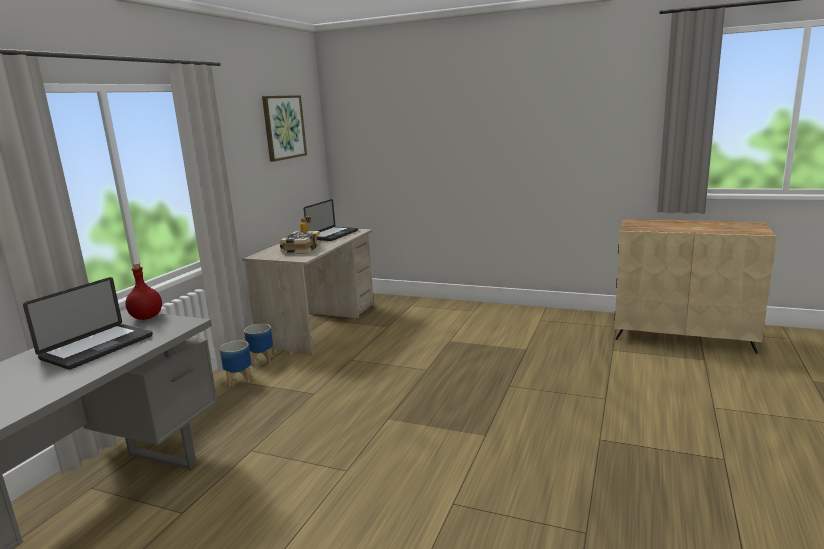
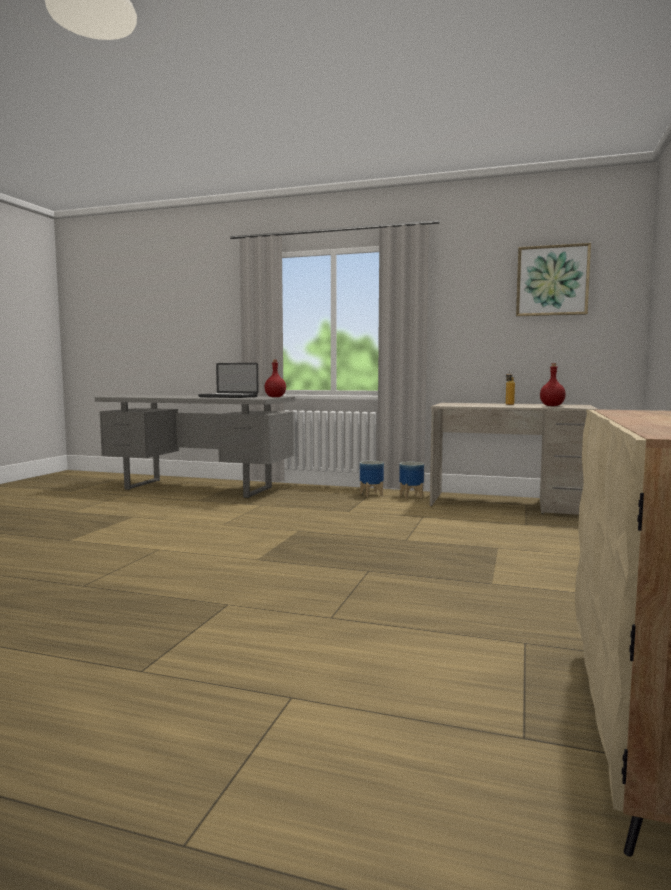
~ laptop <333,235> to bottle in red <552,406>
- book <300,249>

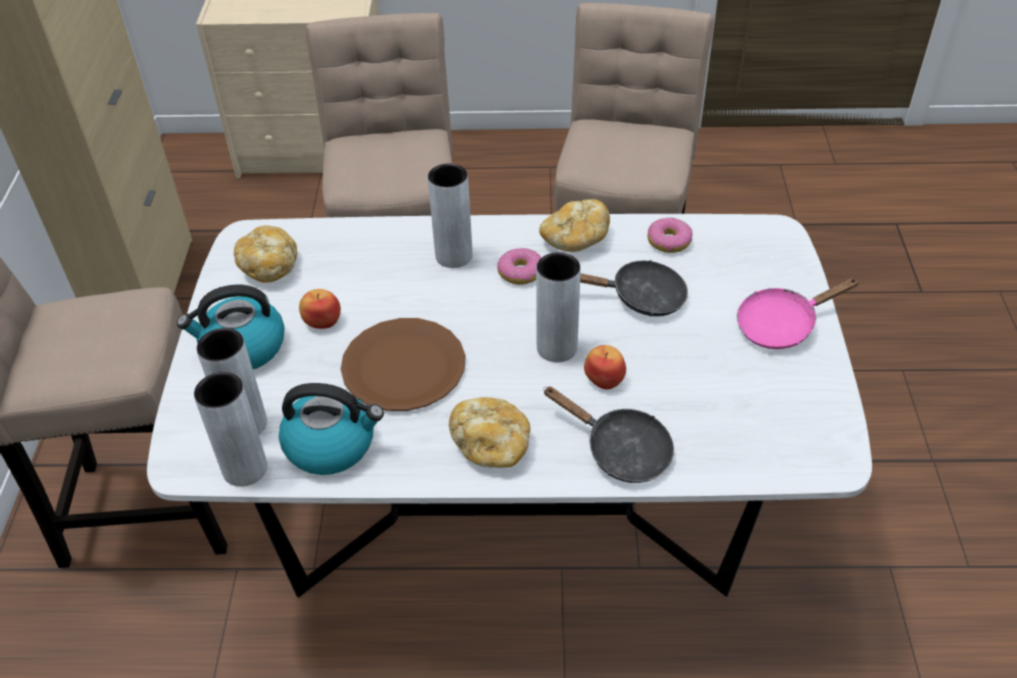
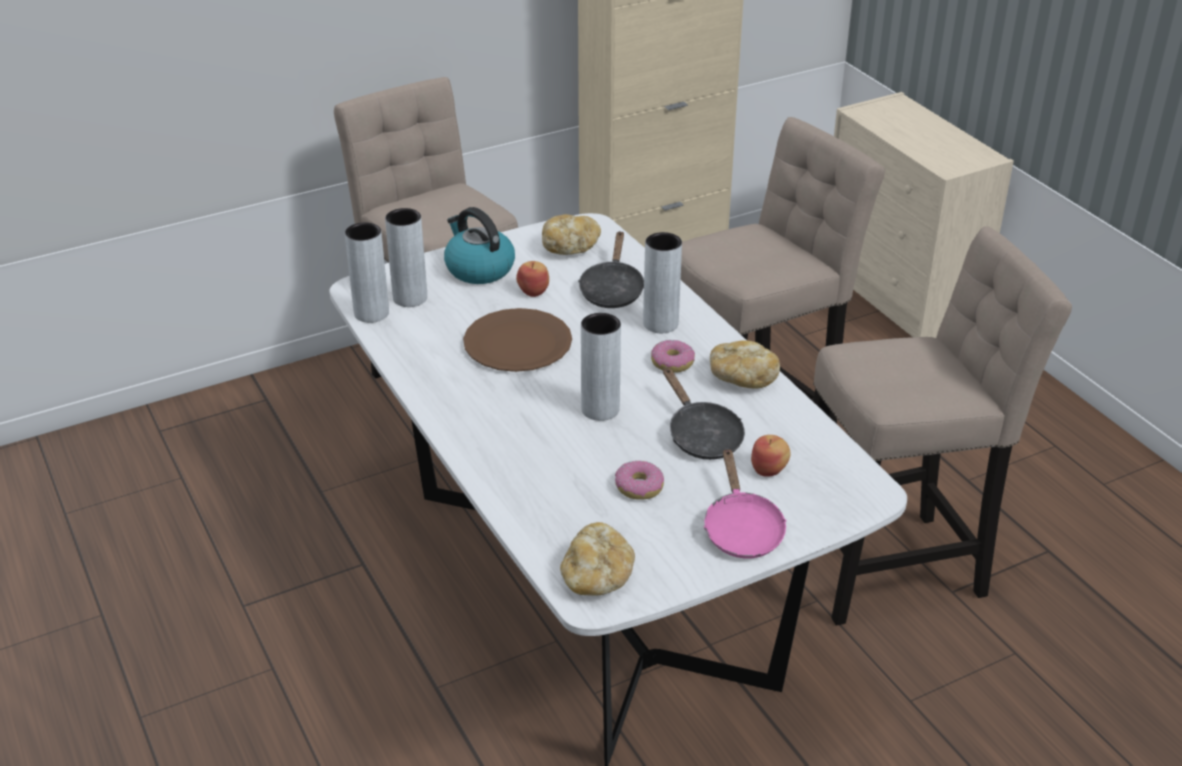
~ donut <668,241> to <639,487>
~ frying pan in pink <782,324> = <741,529> 135 degrees counterclockwise
~ apple <604,378> to <769,469>
- kettle <332,444>
~ frying pan in black <620,450> to <612,289>
~ bread <491,445> to <597,577>

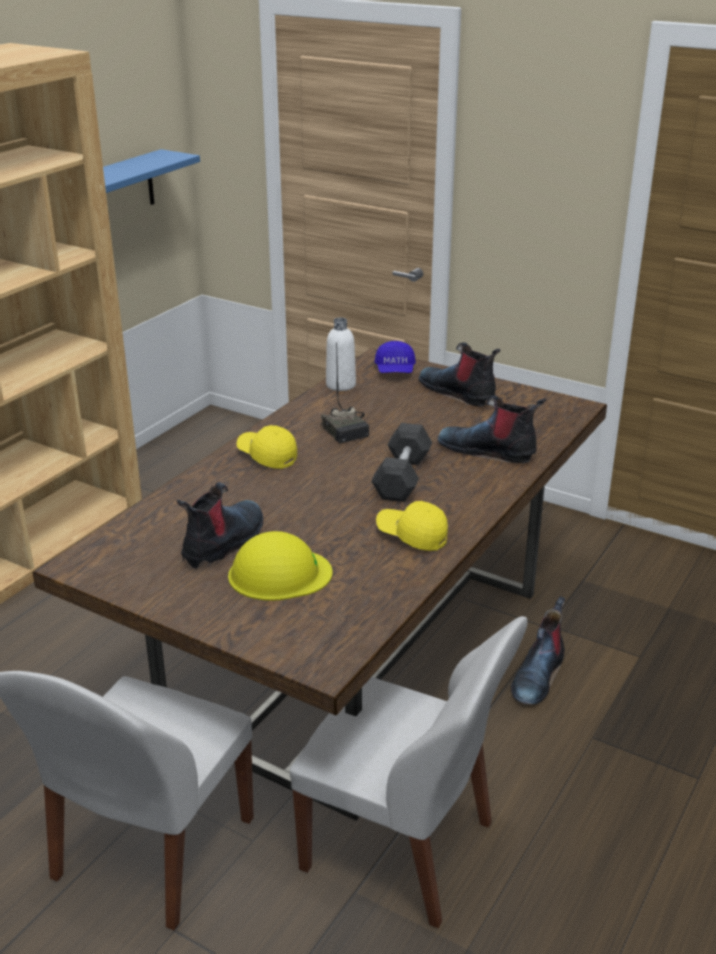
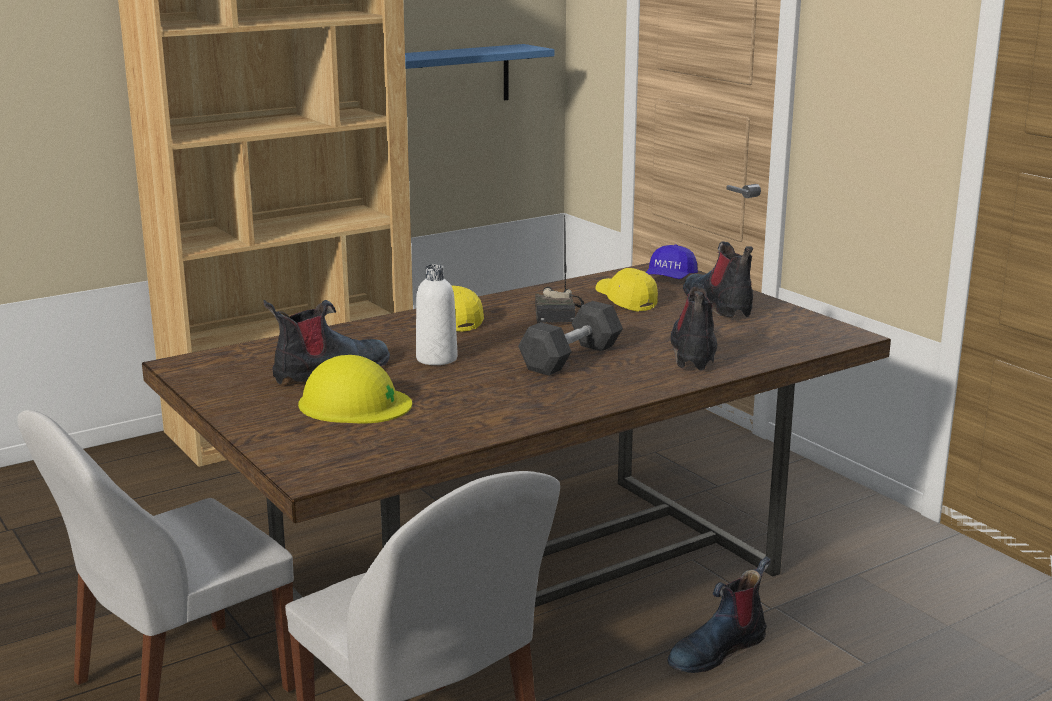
~ bottle in white <340,385> to <436,359>
~ boot <488,451> = <694,353> 45 degrees clockwise
~ cap in yellow <412,536> to <625,302>

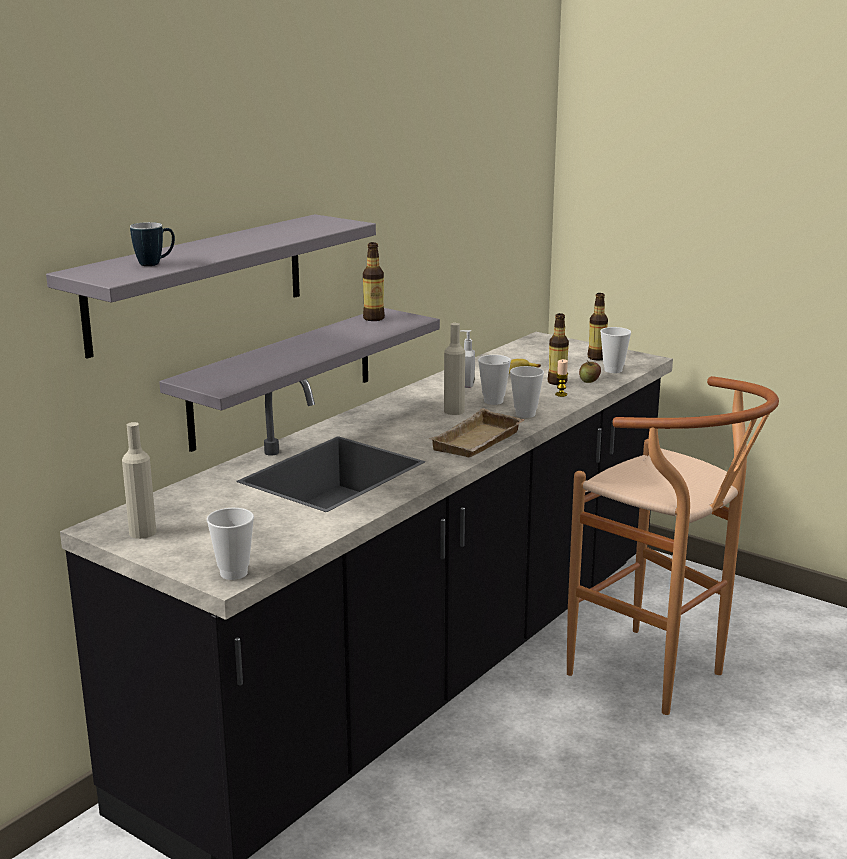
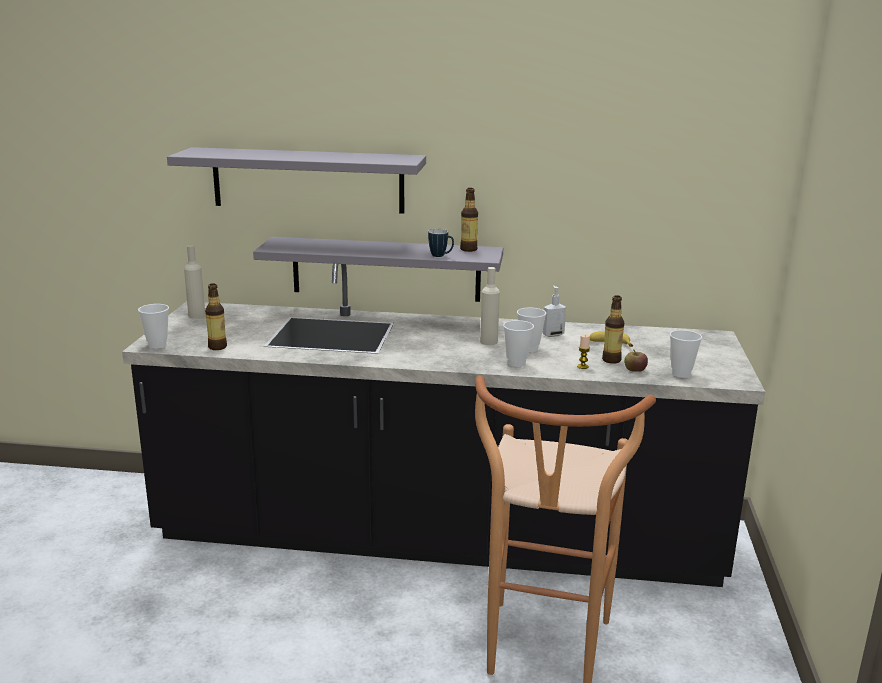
~ mug <155,264> to <441,256>
~ bottle <596,357> to <217,347>
- tray in beige <479,442>

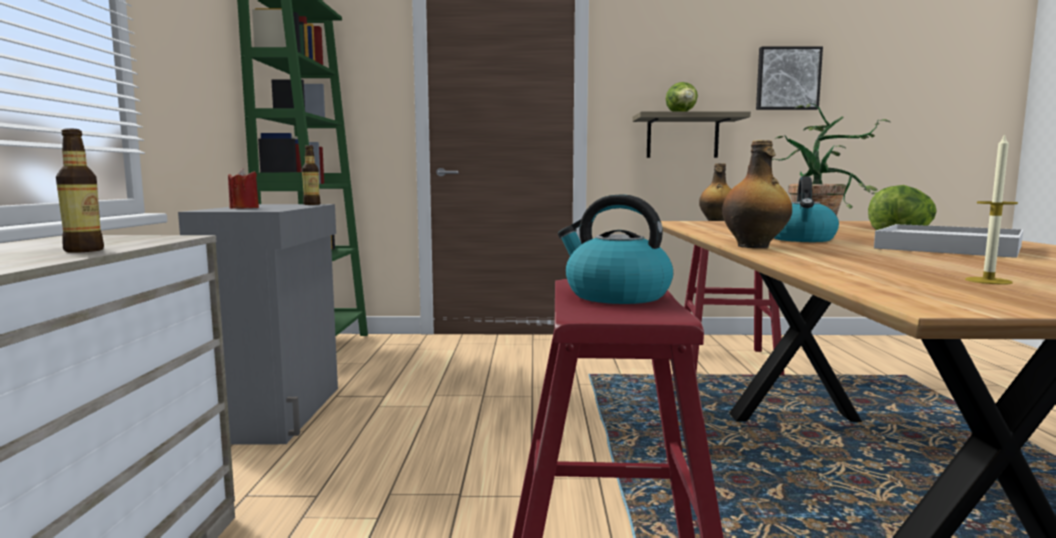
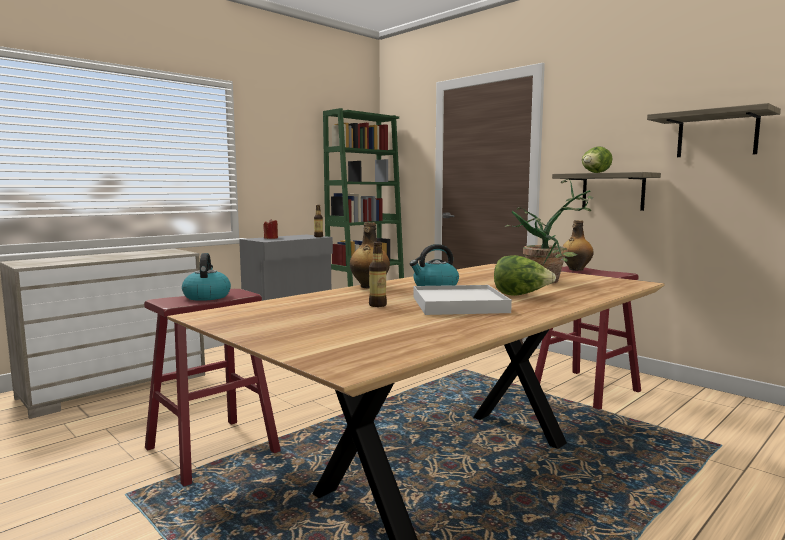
~ picture <787,79> to shelf <717,135>
~ bottle <84,250> to <377,305>
- candle <988,281>

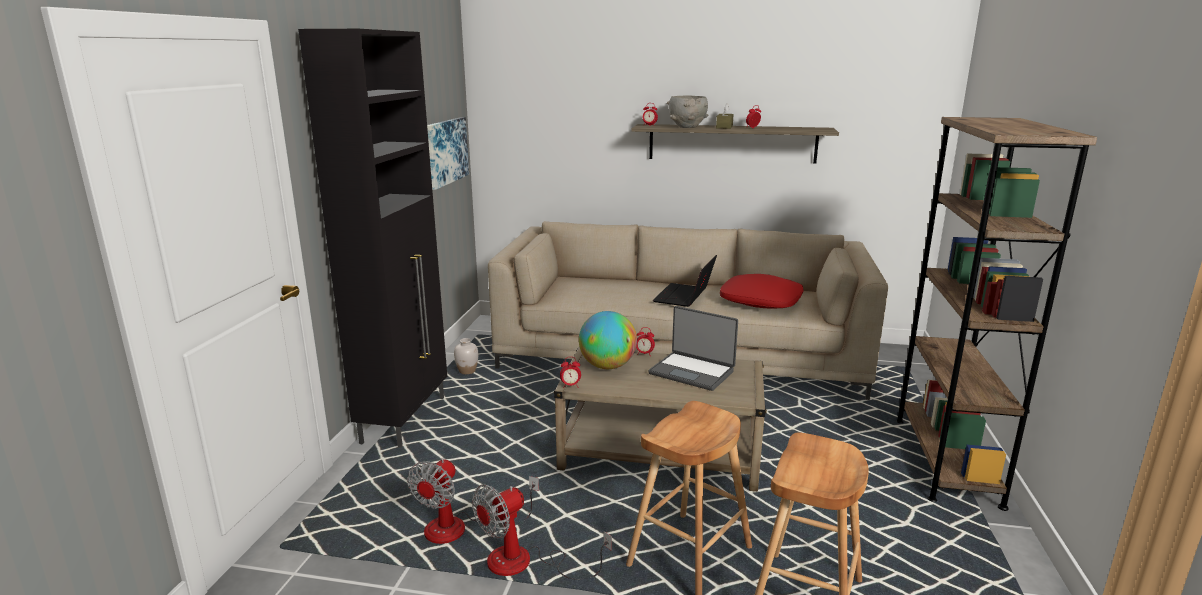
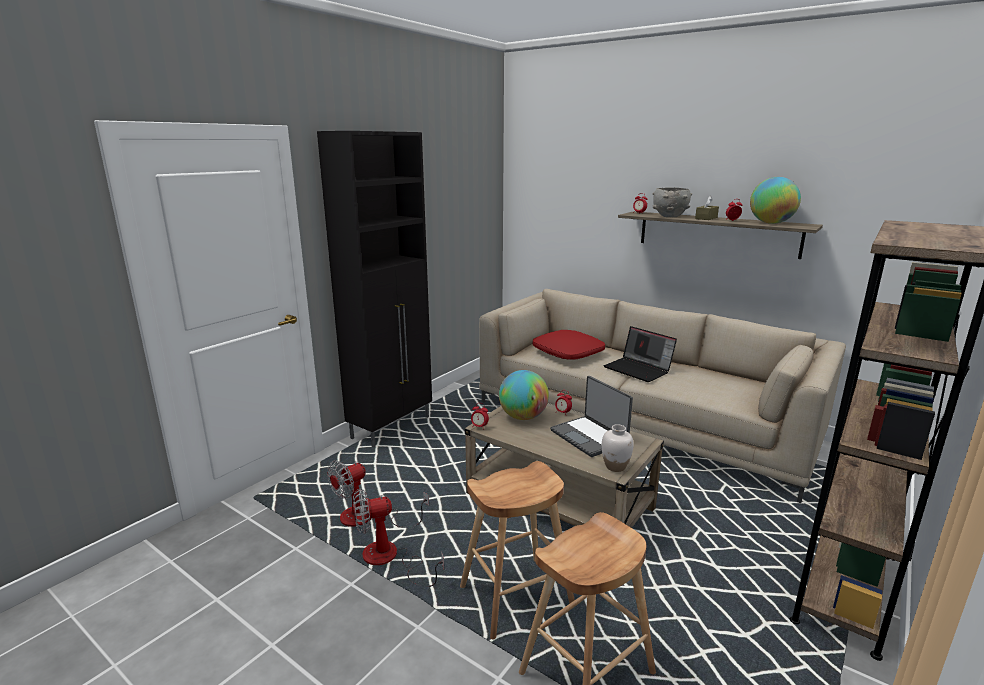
- picture <445,151>
~ laptop <685,297> = <639,369> 90 degrees counterclockwise
~ pillow in red <761,301> to <568,353>
~ vase in white <467,371> to <615,466>
+ globe <771,223>

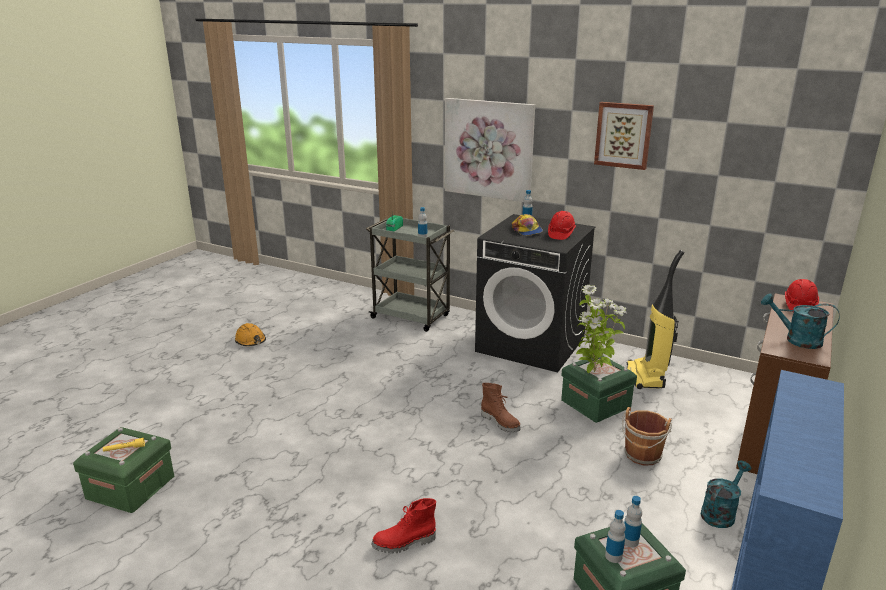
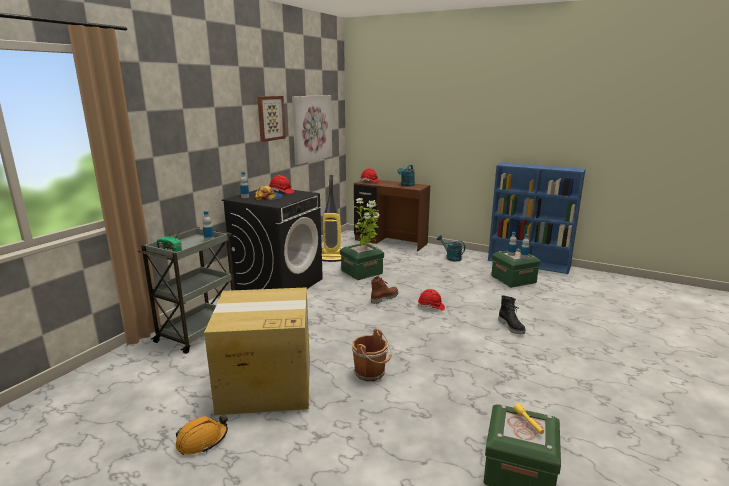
~ picture <488,149> to <312,128>
~ bucket in brown <642,456> to <371,373>
~ boot in red <404,543> to boot in black <511,327>
+ cardboard box <265,384>
+ hard hat in red <431,307>

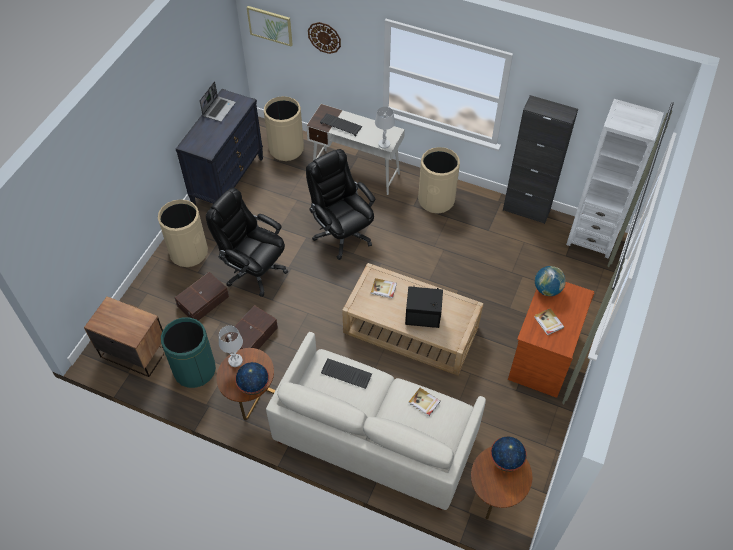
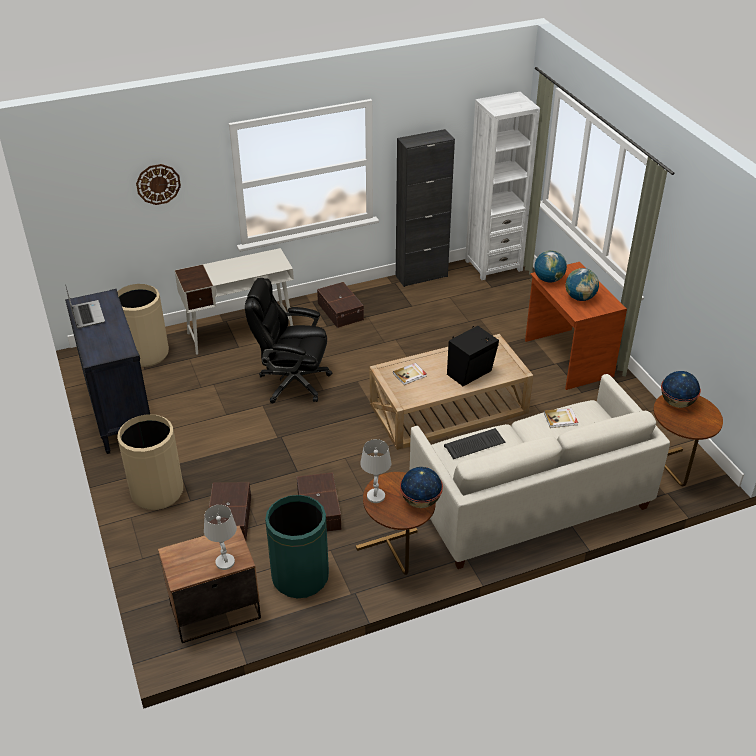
- picture <270,25>
~ table lamp in white <384,144> to <225,562>
- keyboard <341,125>
~ trash can in beige <436,200> to storage box in brown <341,311>
- office chair in black <254,270>
~ book <548,322> to globe <580,298>

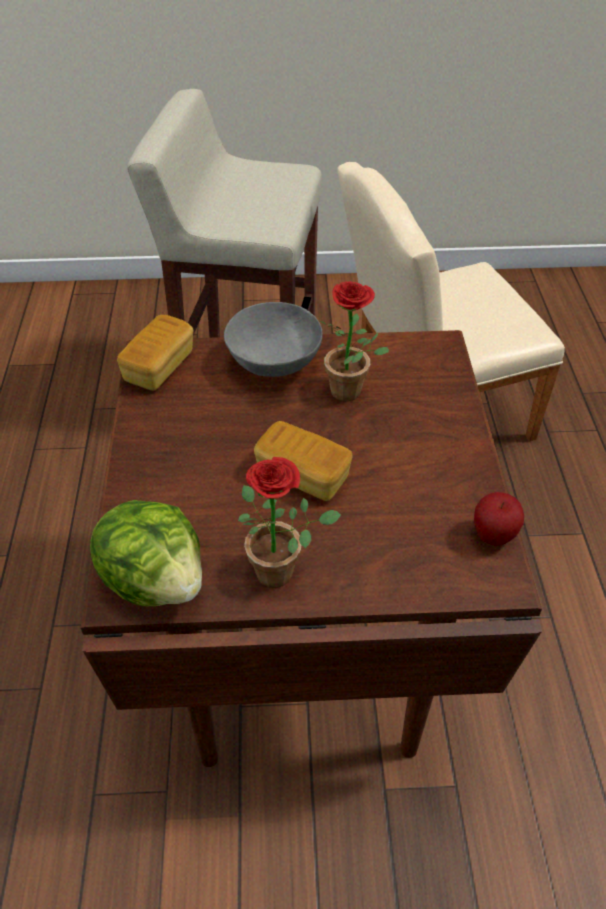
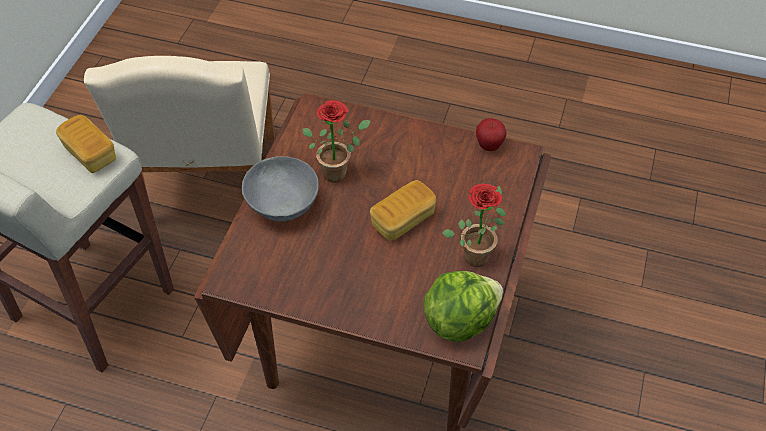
~ bread <159,367> to <90,153>

